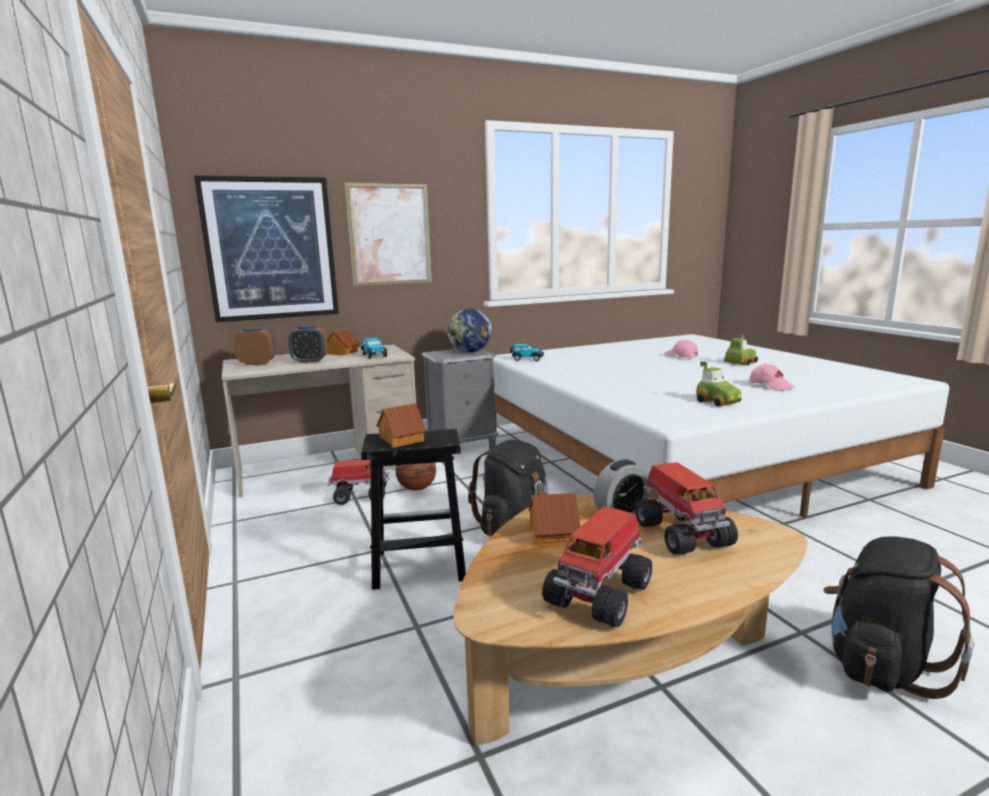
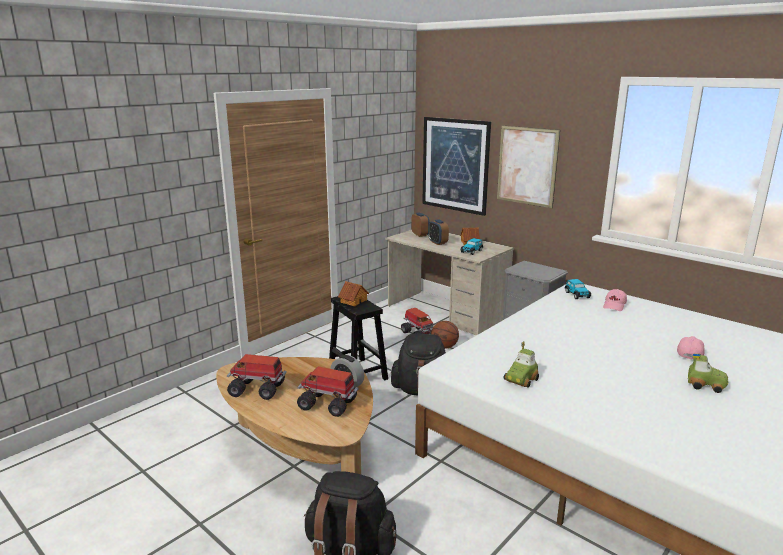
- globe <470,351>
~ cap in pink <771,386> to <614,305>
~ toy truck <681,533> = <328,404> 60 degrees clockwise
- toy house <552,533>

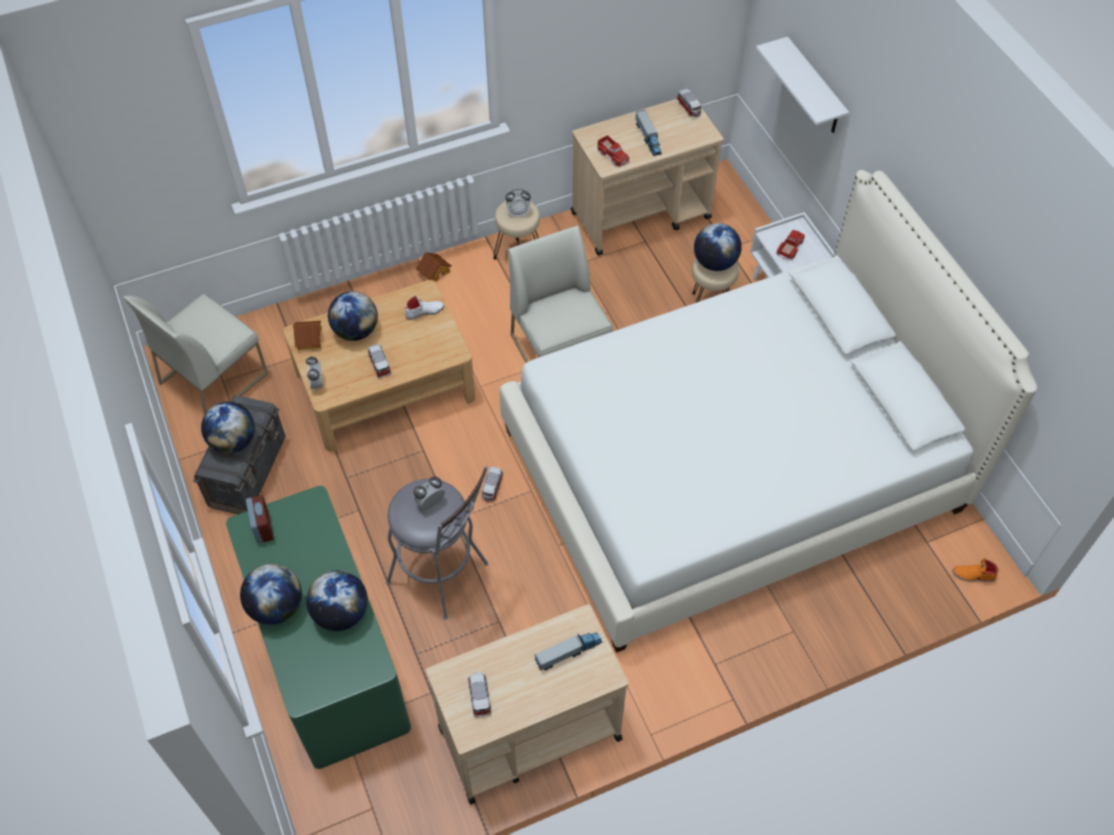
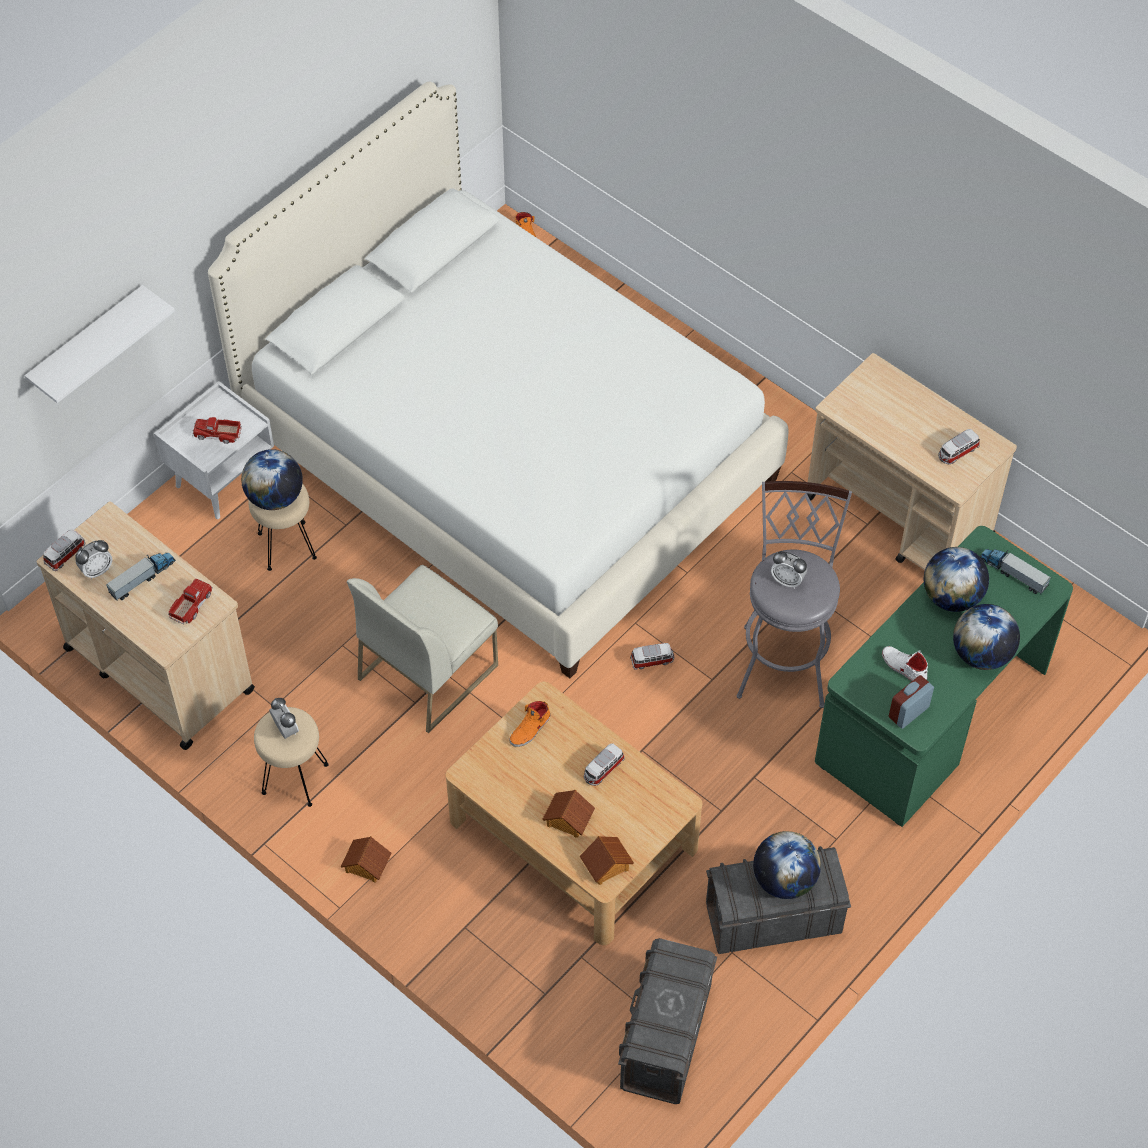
~ globe <356,331> to toy house <568,819>
~ chair in white <214,377> to storage box in grey <665,1038>
~ shoe in white <424,311> to <903,667>
~ alarm clock <317,383> to <97,570>
~ toy truck <568,652> to <1013,573>
+ shoe in orange <530,729>

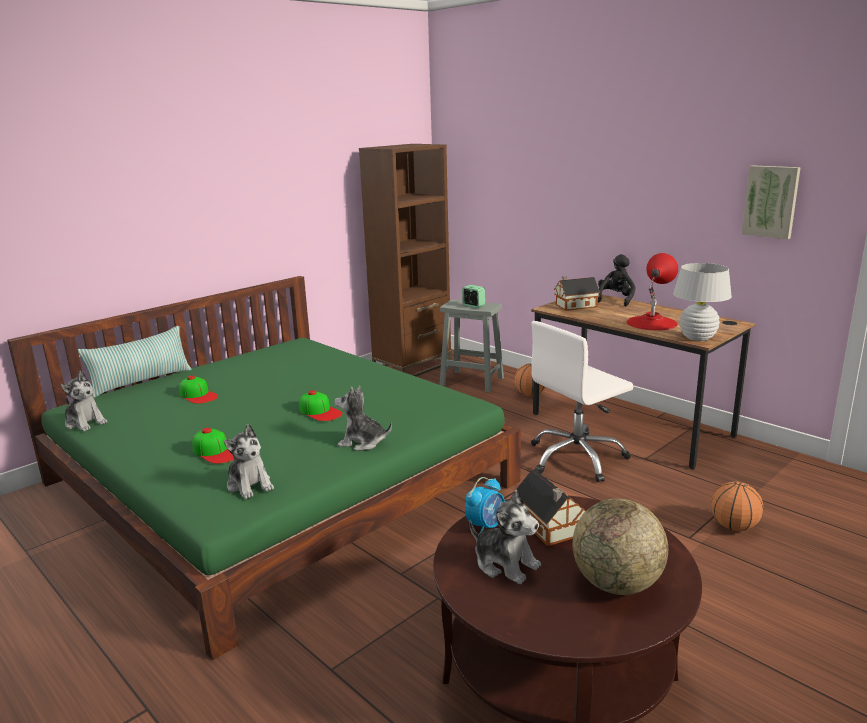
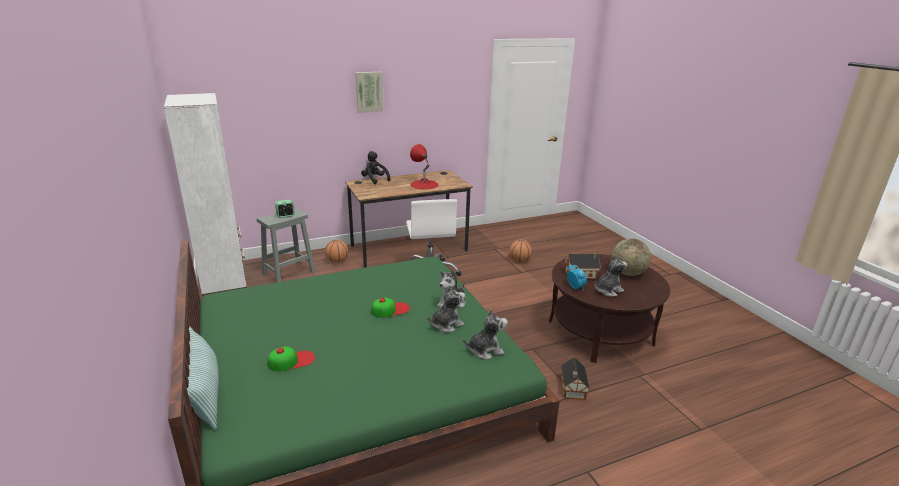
~ bookcase in brown <412,366> to bookcase in white <225,287>
~ picture <771,201> to <369,91>
- table lamp in white <697,338>
~ toy house <574,306> to <572,389>
~ plush toy <85,422> to <446,324>
- cap <216,451>

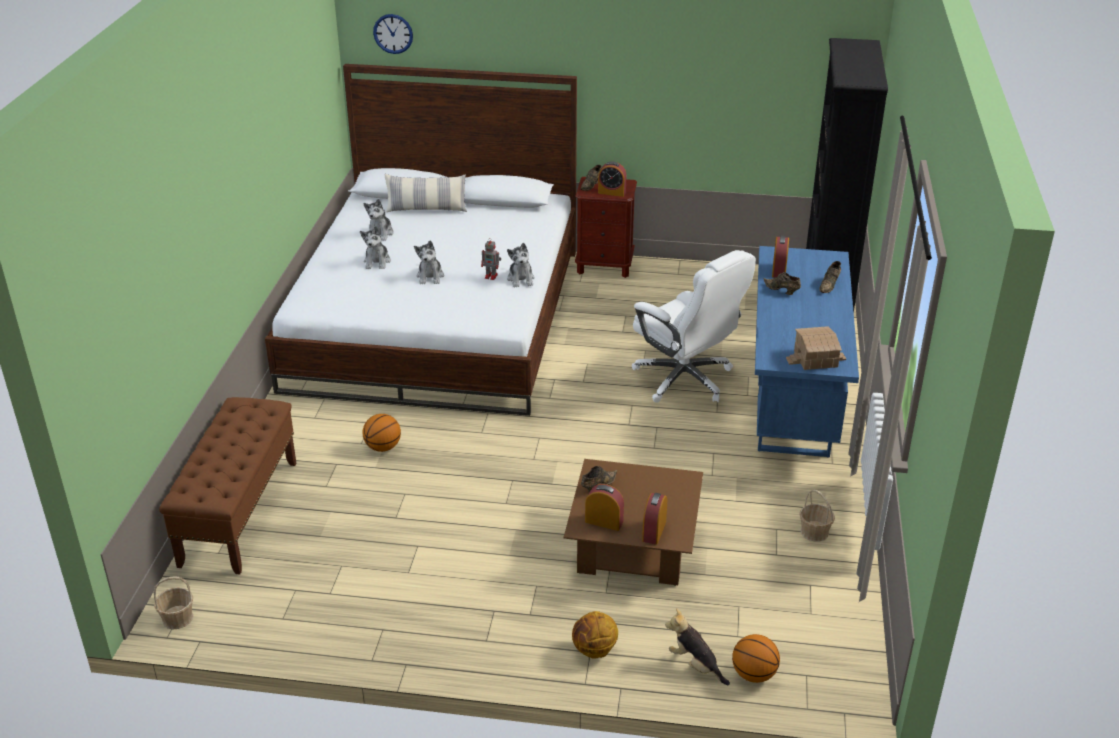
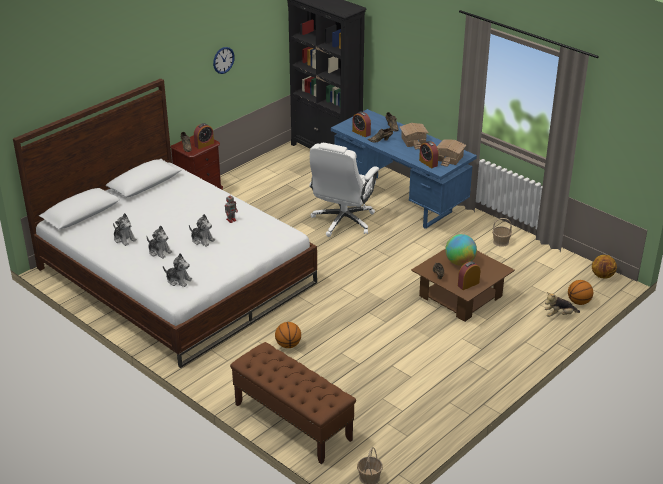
~ wall clock <393,33> to <223,60>
- pillow <426,209>
~ plush toy <521,279> to <178,280>
~ office chair in white <685,379> = <342,221> 120 degrees clockwise
~ alarm clock <654,531> to <428,163>
~ basketball <594,650> to <602,276>
+ toy house <414,141>
+ globe <460,262>

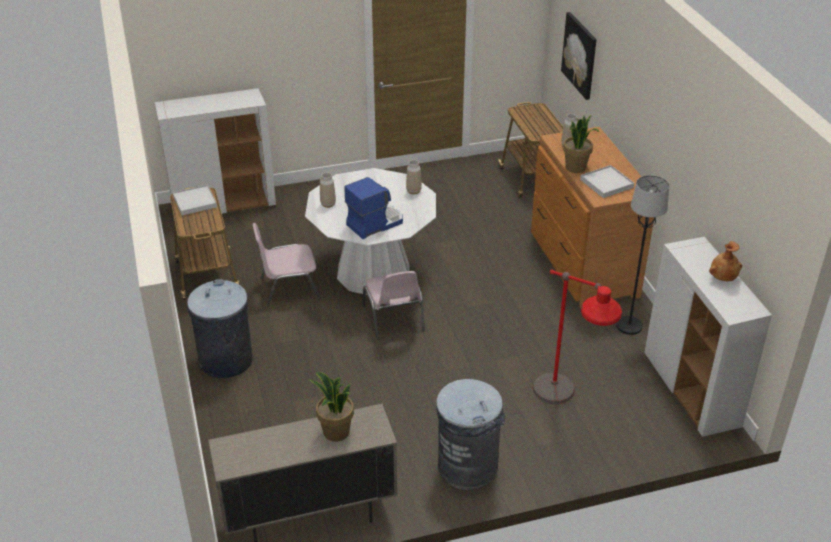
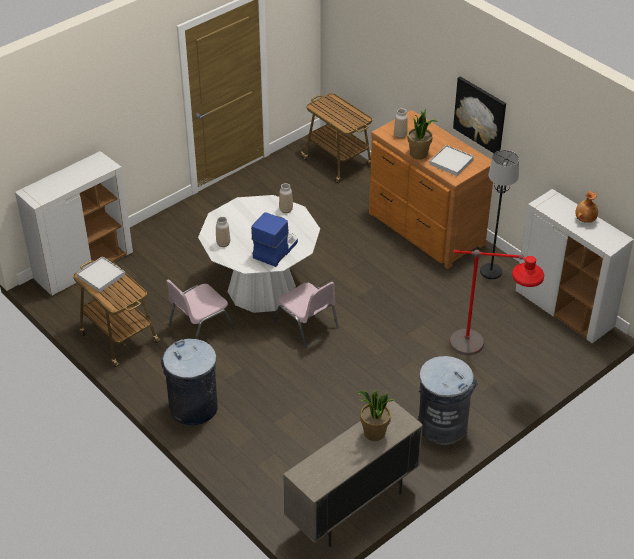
~ picture <580,55> to <480,115>

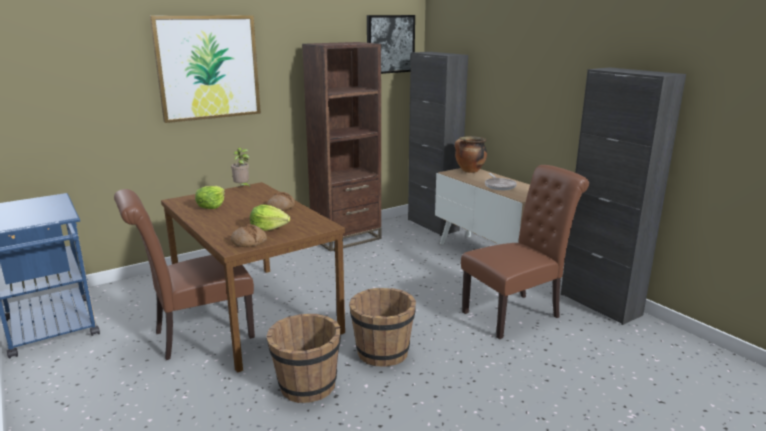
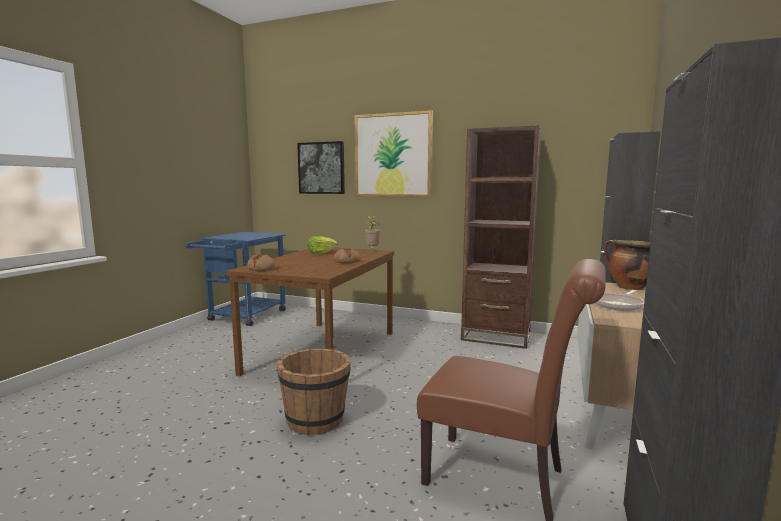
~ picture <390,44> to <321,168>
- chair in brown <197,336>
- lettuce <269,228>
- bucket in brown <307,386>

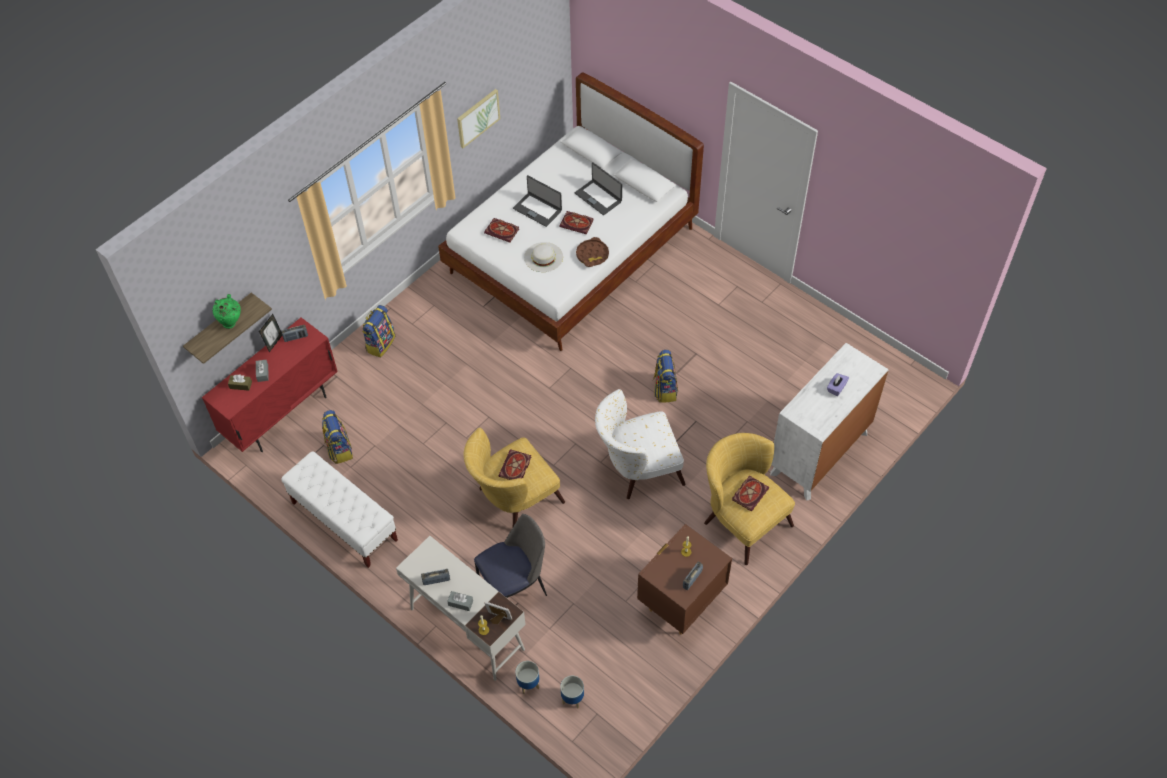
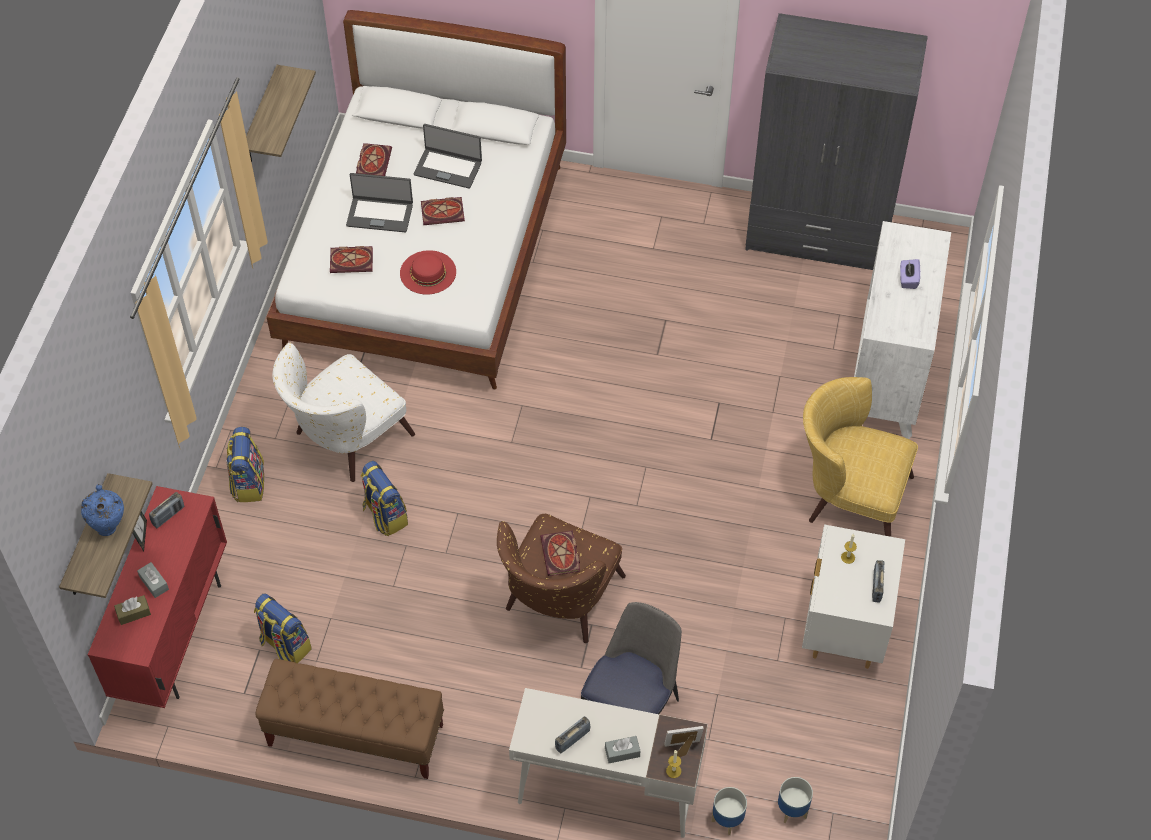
~ picture <478,118> to shelf <261,118>
- tray in brown <592,255>
~ hat in white <543,257> to hat in red <428,272>
~ vase in green <231,323> to vase in blue <108,526>
~ backpack <664,389> to <384,515>
~ armchair in white <637,468> to <344,440>
~ armchair in yellow <513,499> to armchair in brown <558,603>
~ bench in white <344,521> to bench in brown <355,735>
~ book <750,493> to <373,161>
~ nightstand in brown <681,603> to nightstand in white <844,630>
+ wardrobe in grey <818,234>

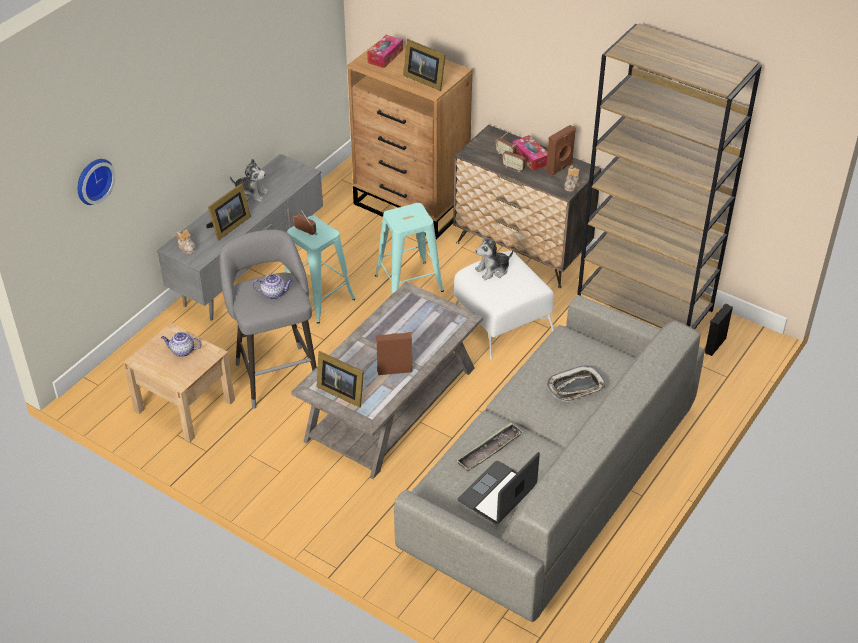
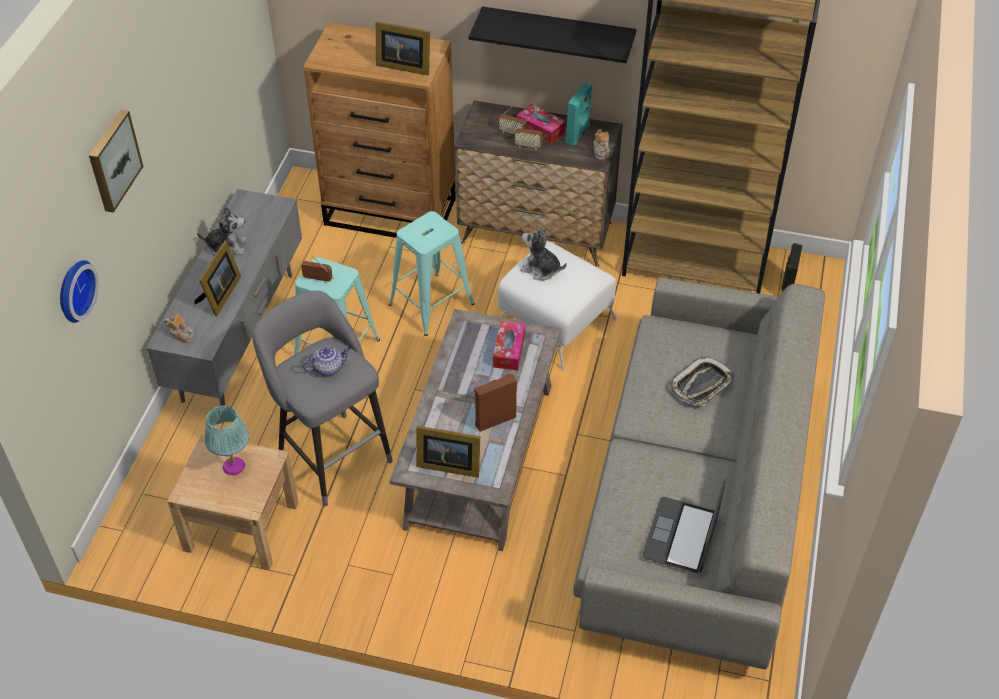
~ tissue box <385,56> to <509,351>
~ speaker in brown <560,168> to speaker in turquoise <578,134>
~ plush toy <493,270> = <541,269> 75 degrees clockwise
~ teapot <182,351> to table lamp in turquoise <233,466>
- tray <489,450>
+ shelf in black <557,35>
+ picture <112,160>

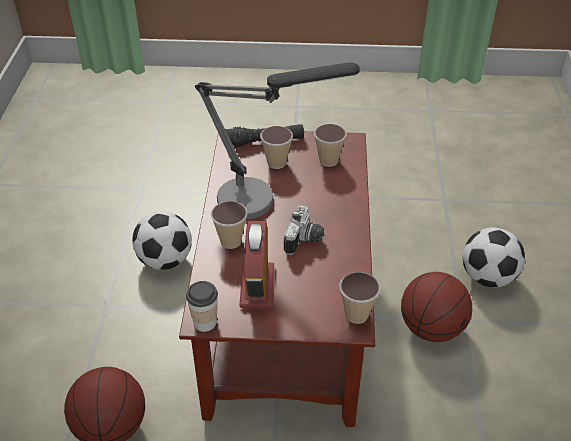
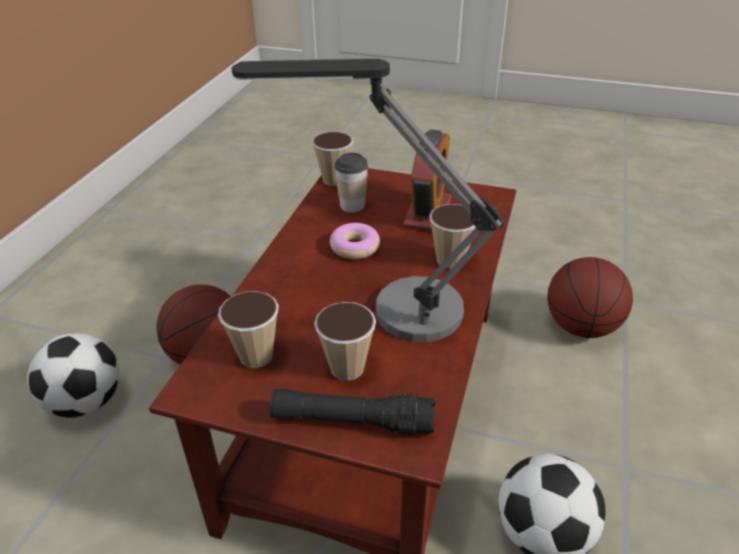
~ photo camera <305,240> to donut <354,247>
~ cup <205,322> to <352,205>

